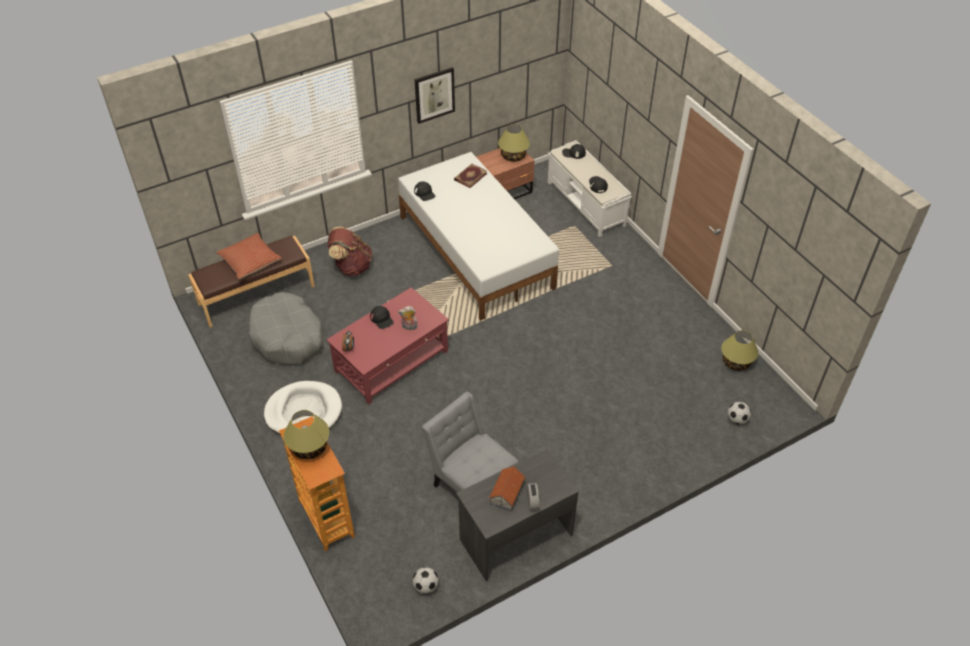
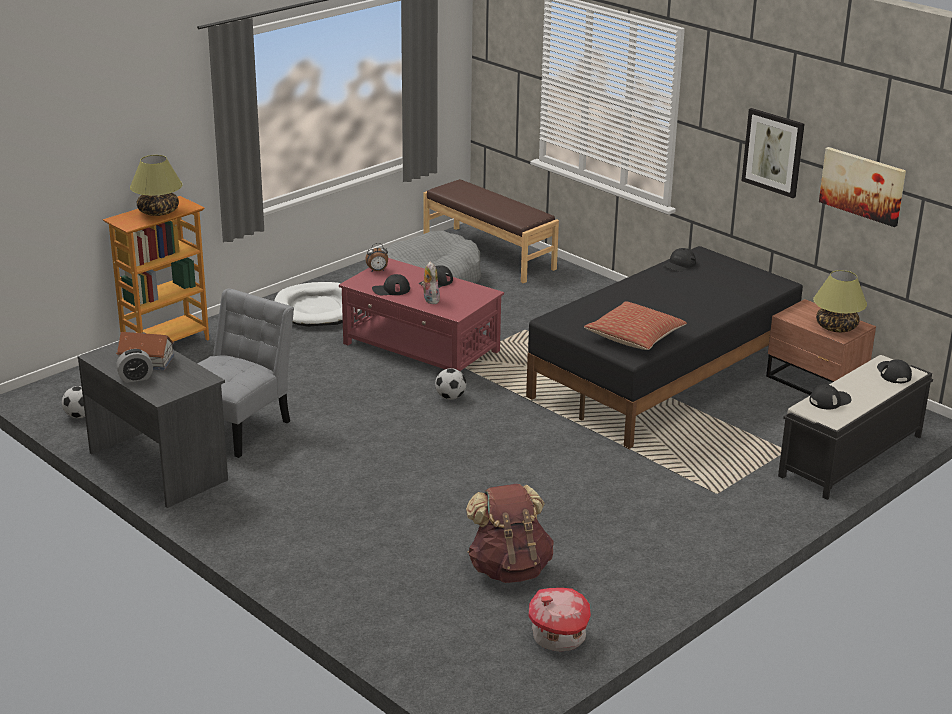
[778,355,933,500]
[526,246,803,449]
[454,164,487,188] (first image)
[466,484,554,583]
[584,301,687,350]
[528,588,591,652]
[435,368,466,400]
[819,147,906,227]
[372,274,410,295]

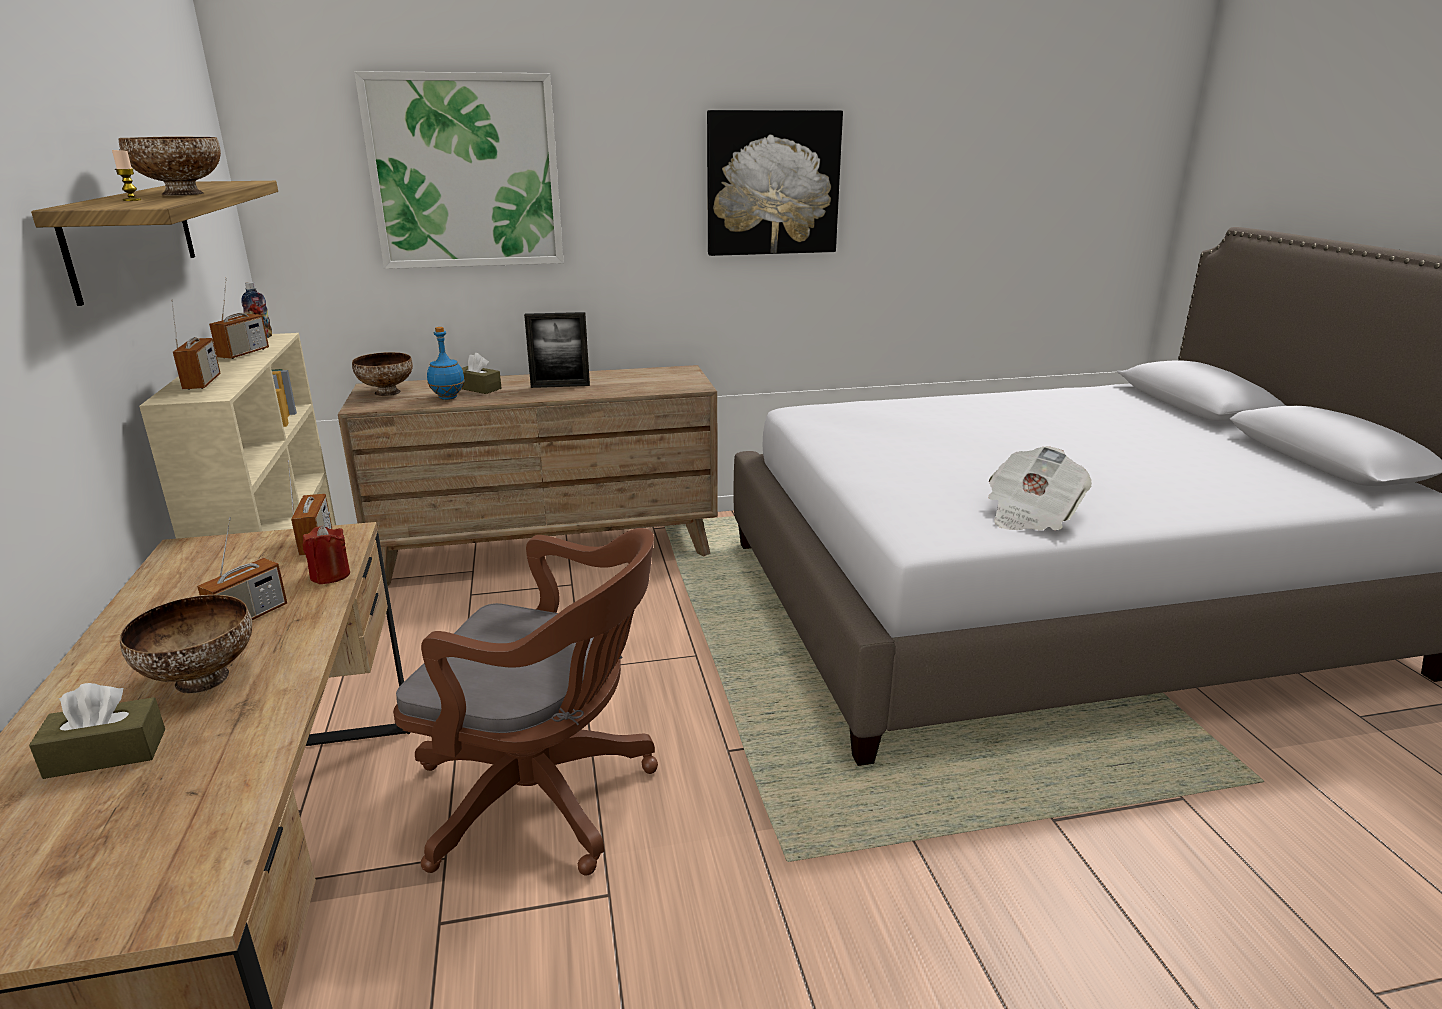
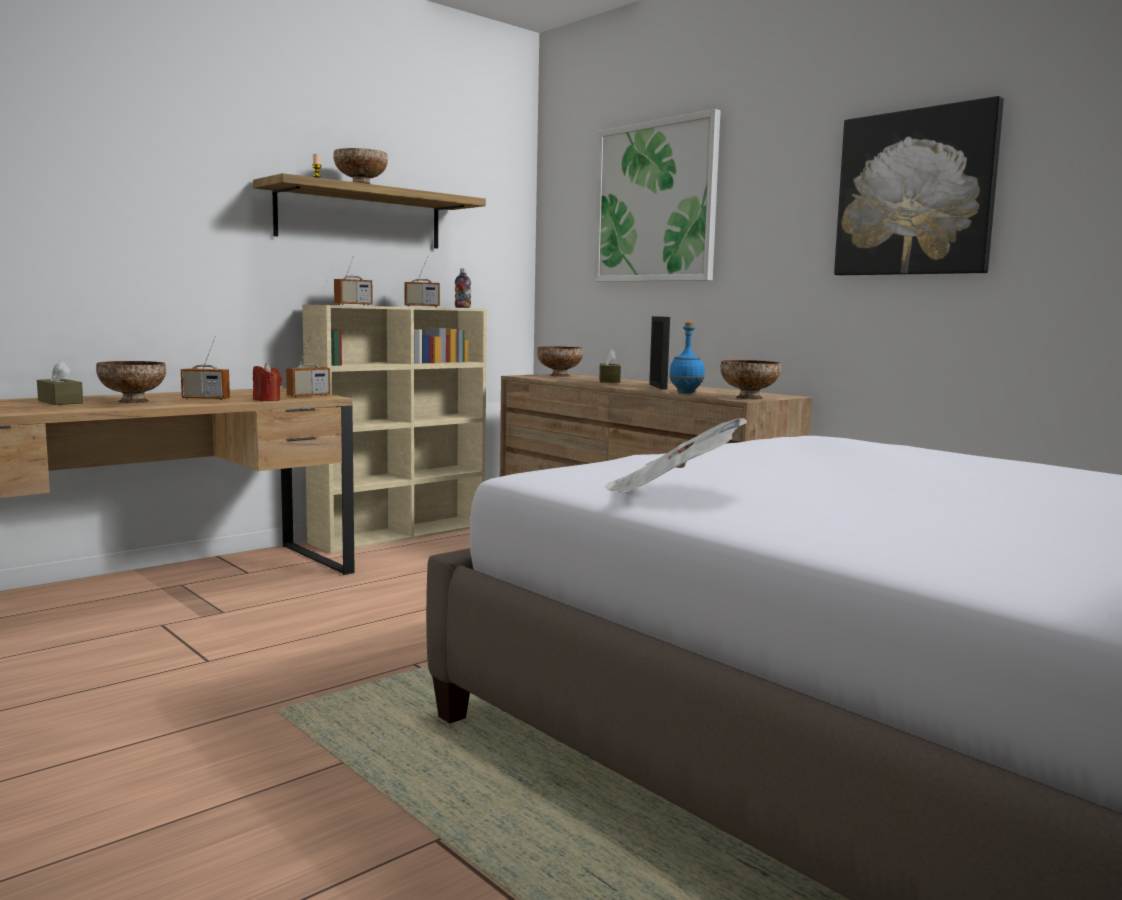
[649,316,670,389]
[669,322,705,393]
[393,528,658,876] (first image)
[721,360,781,399]

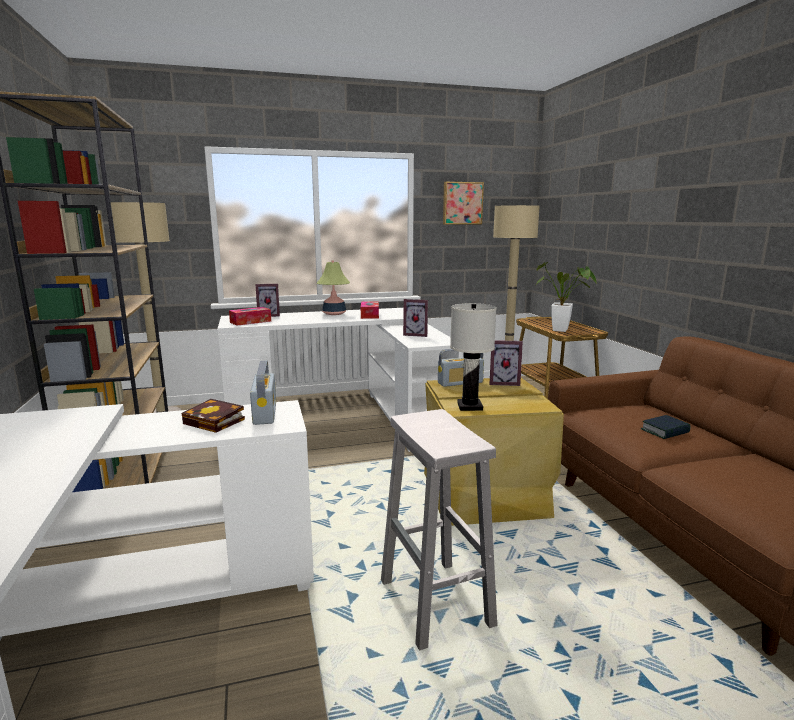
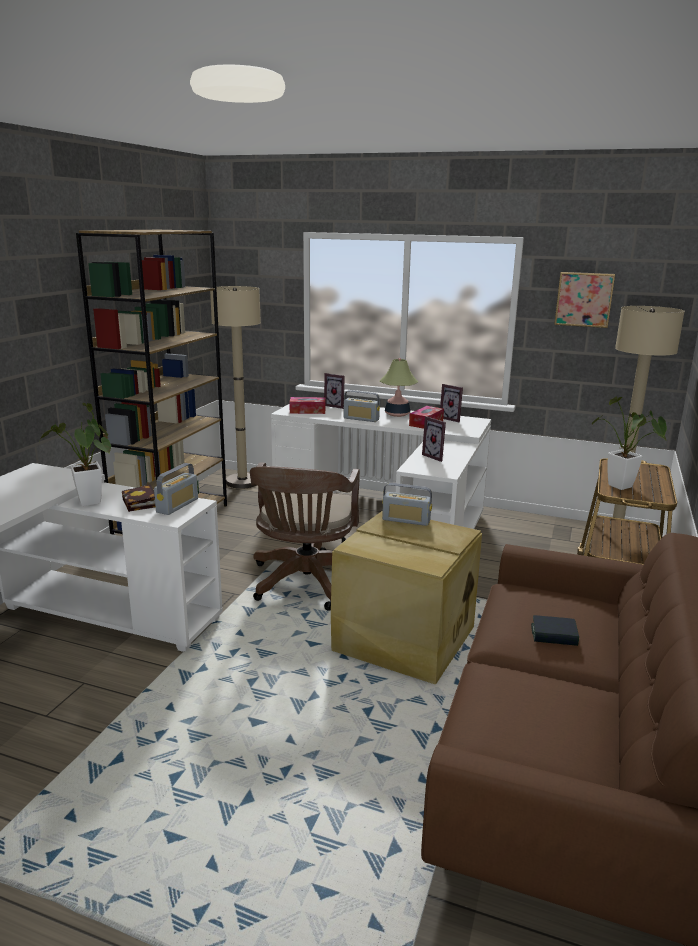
[450,303,497,411] (first image)
[440,384,463,422]
[381,409,497,651] (first image)
[344,390,380,422]
[40,403,111,506]
[250,462,360,611]

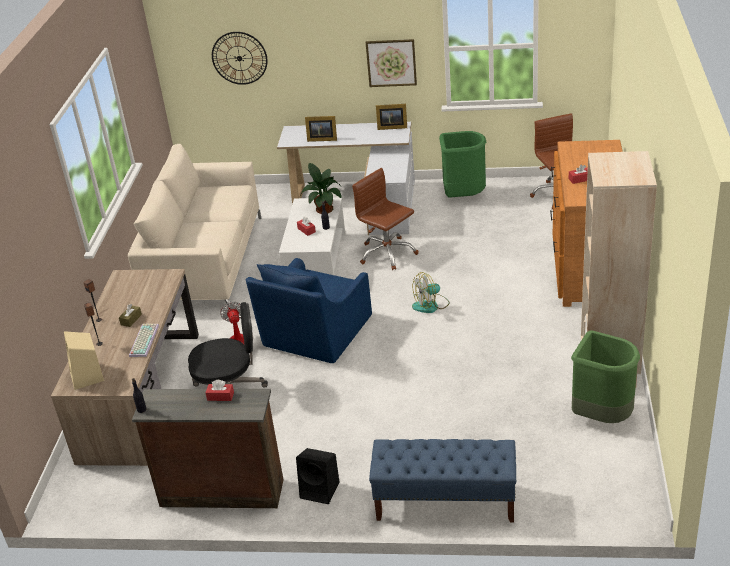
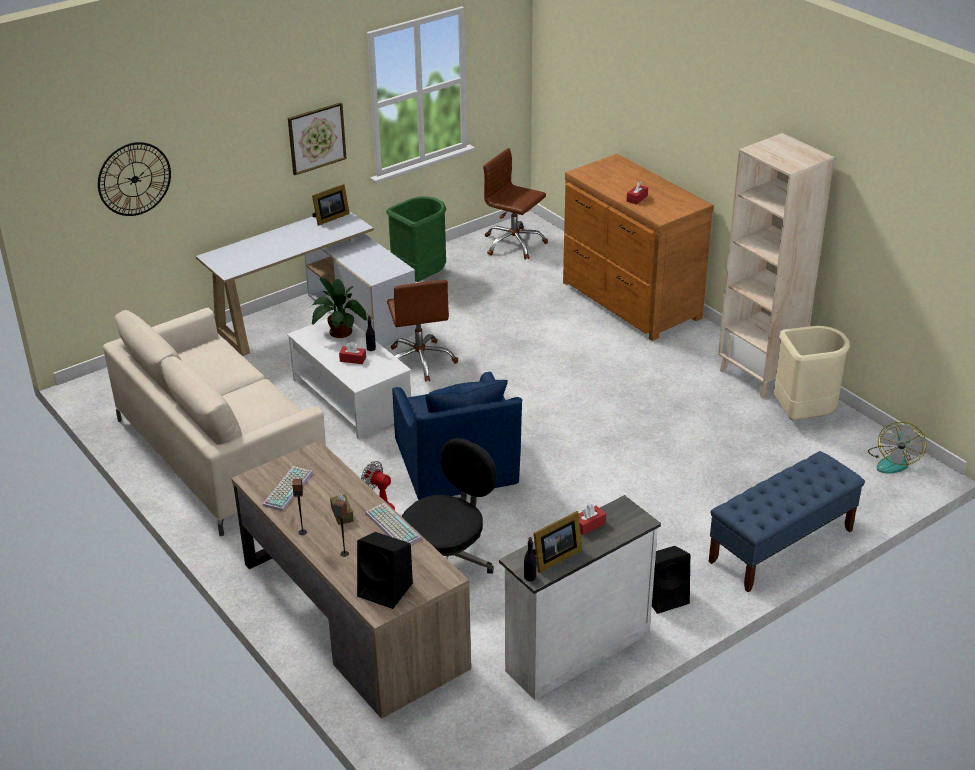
[533,511,582,573]
[387,280,458,382]
[868,422,927,474]
[357,532,413,609]
[774,326,850,420]
[499,495,661,700]
[263,466,313,511]

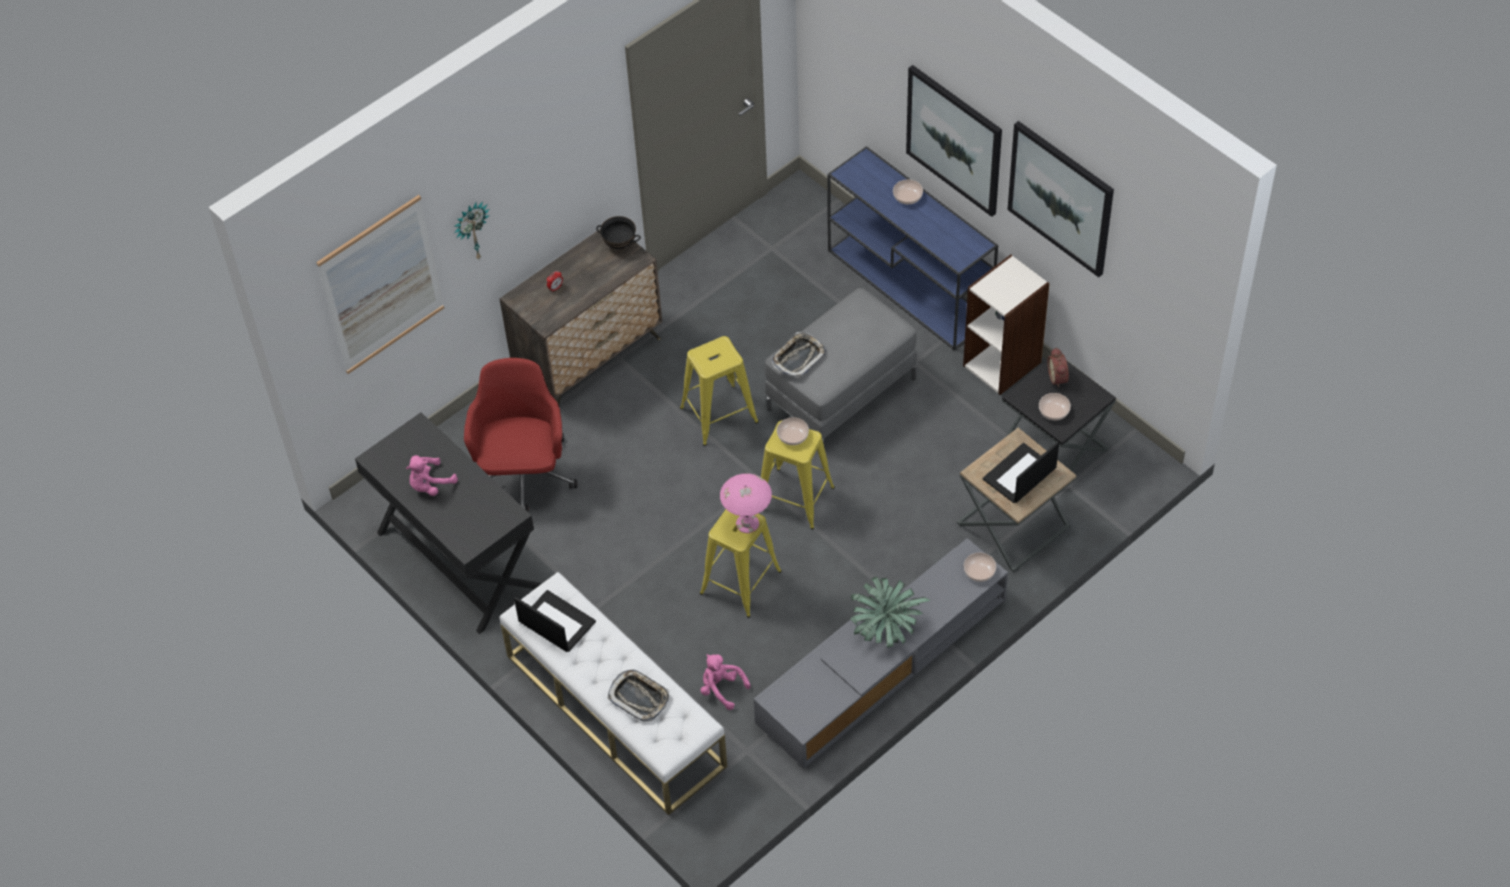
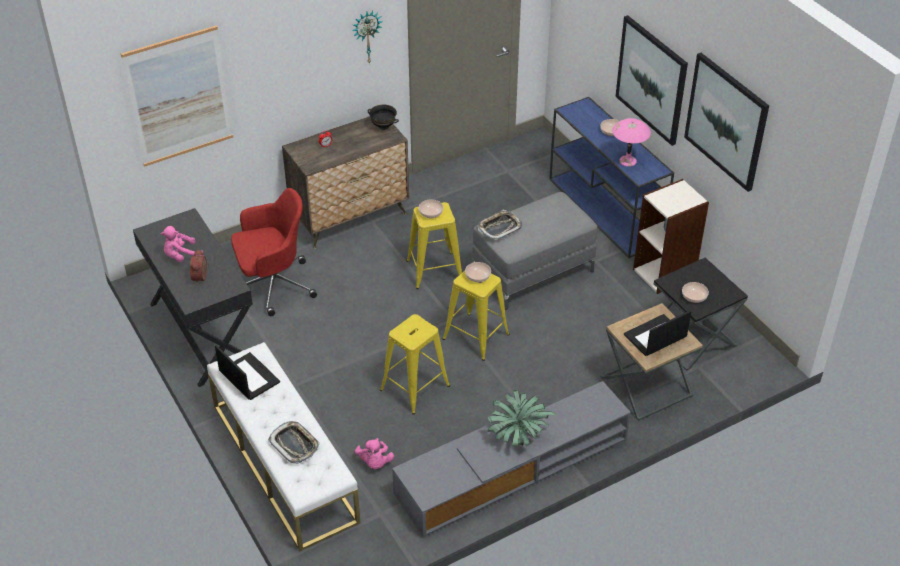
[353,11,383,65]
[190,249,209,283]
[231,188,317,316]
[612,118,651,167]
[419,200,443,218]
[355,438,394,469]

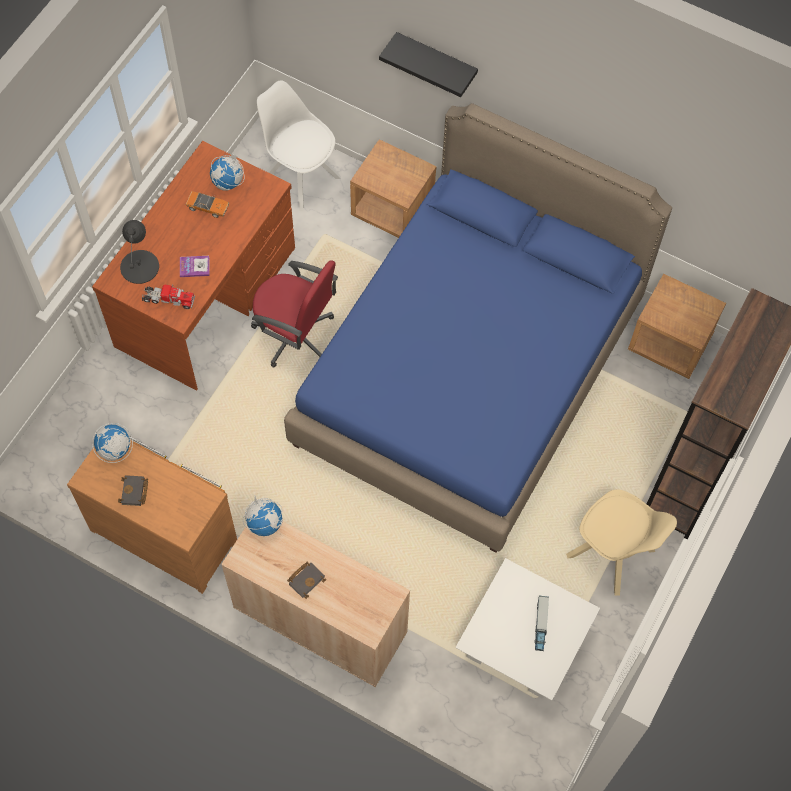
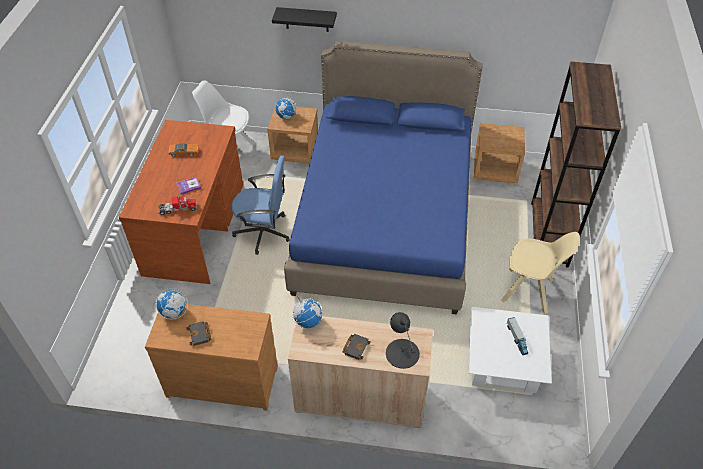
[276,92,297,119]
[386,312,420,369]
[231,155,290,255]

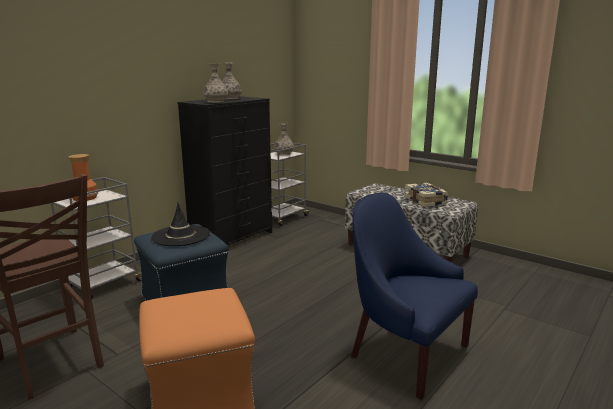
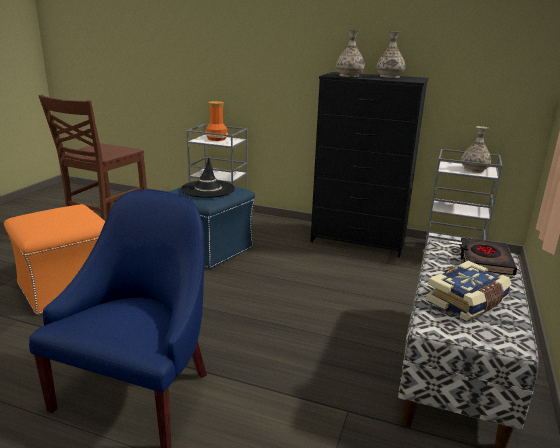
[460,238,518,276]

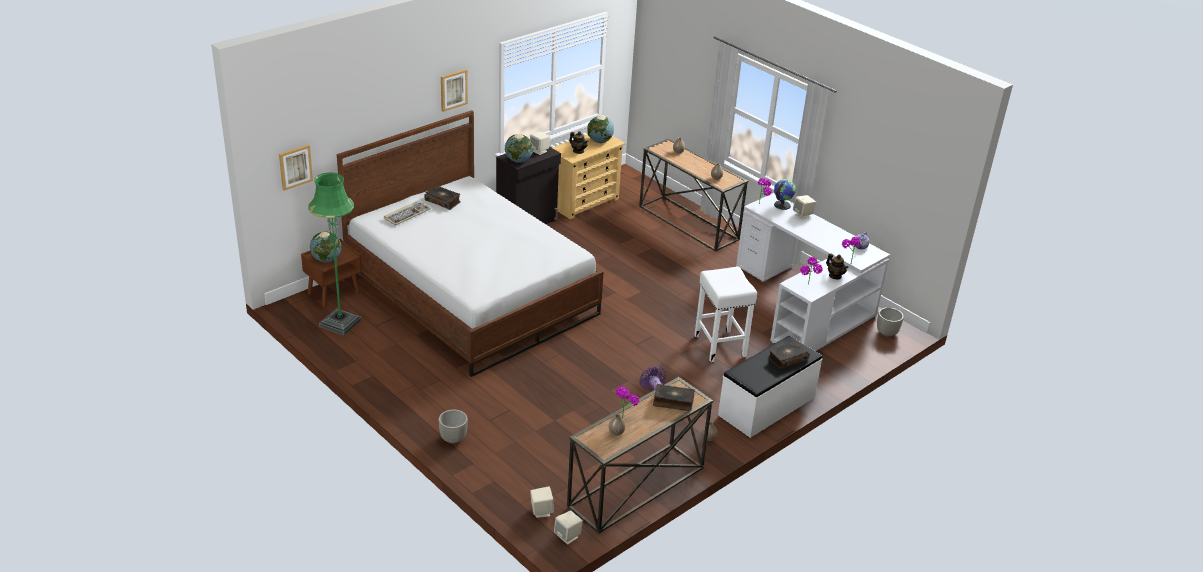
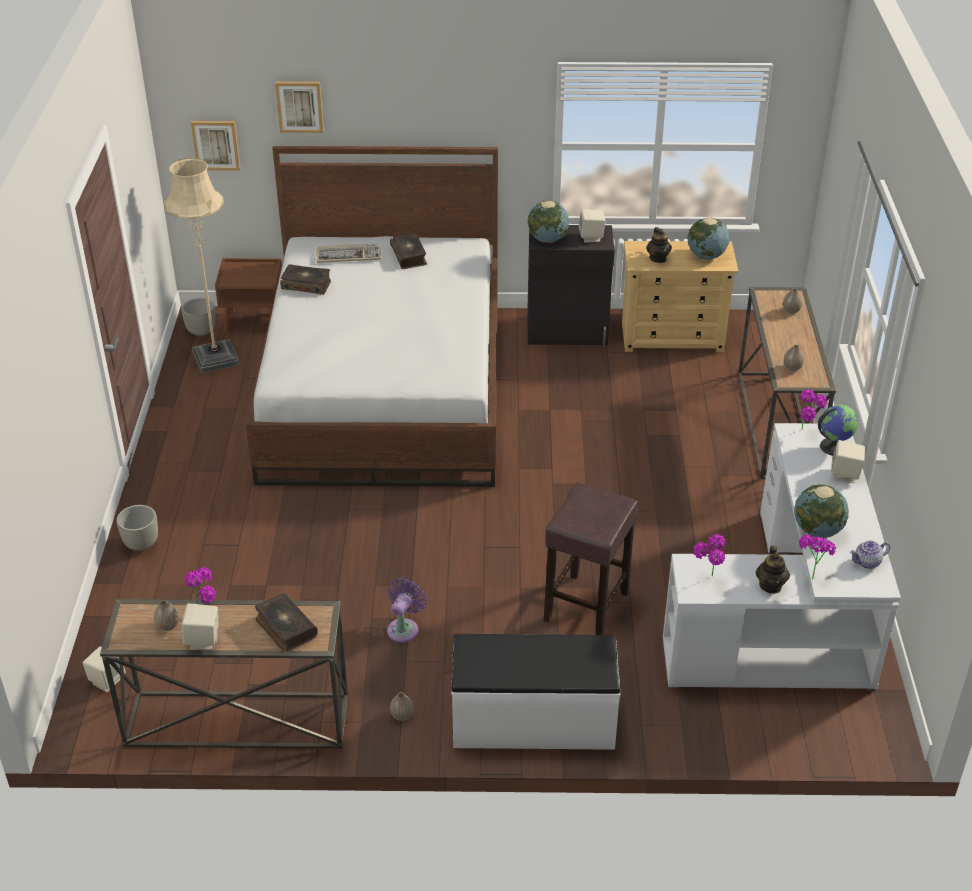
[275,82,324,133]
[164,158,239,373]
[794,484,849,538]
[544,482,639,635]
[181,298,215,336]
[280,264,331,295]
[182,603,219,650]

